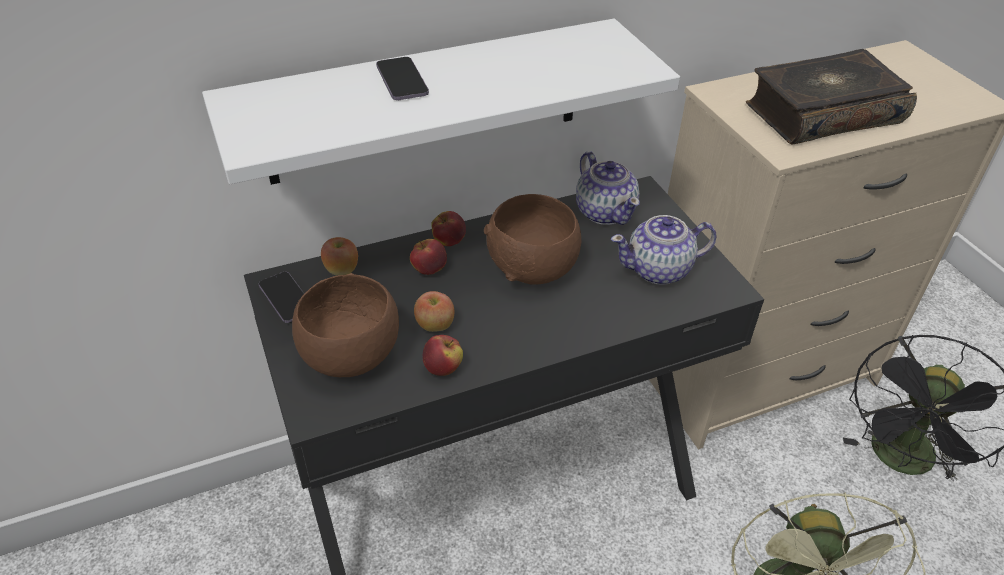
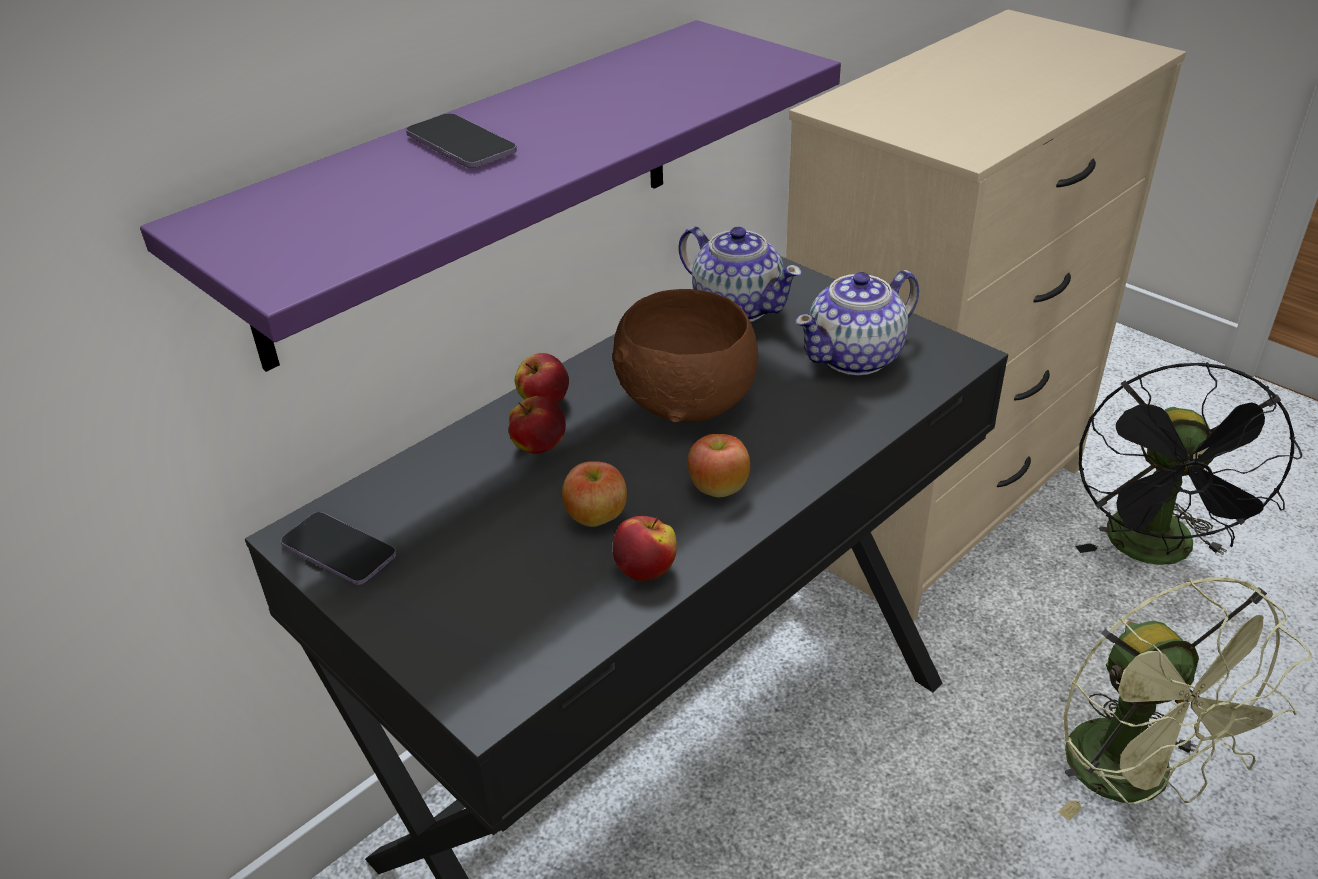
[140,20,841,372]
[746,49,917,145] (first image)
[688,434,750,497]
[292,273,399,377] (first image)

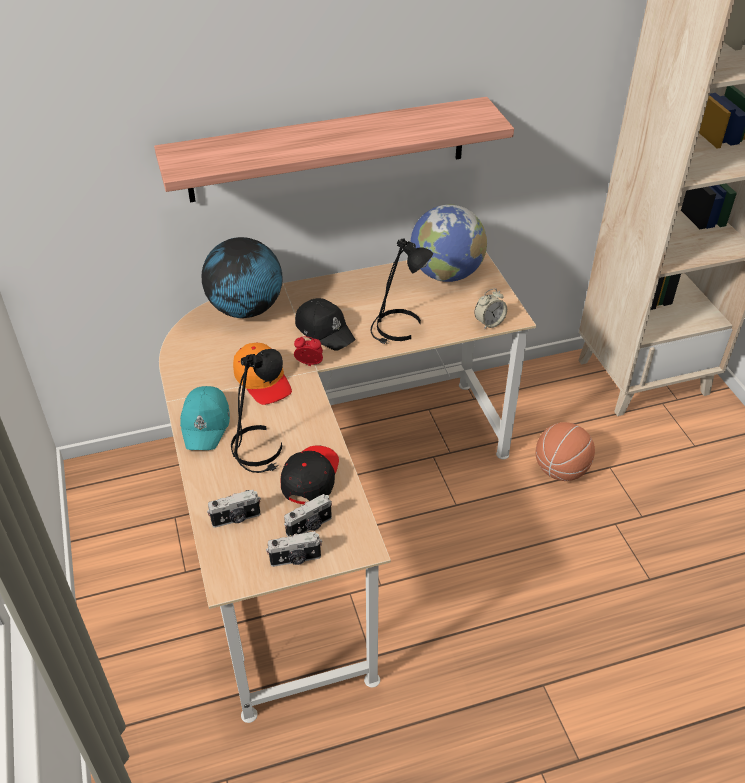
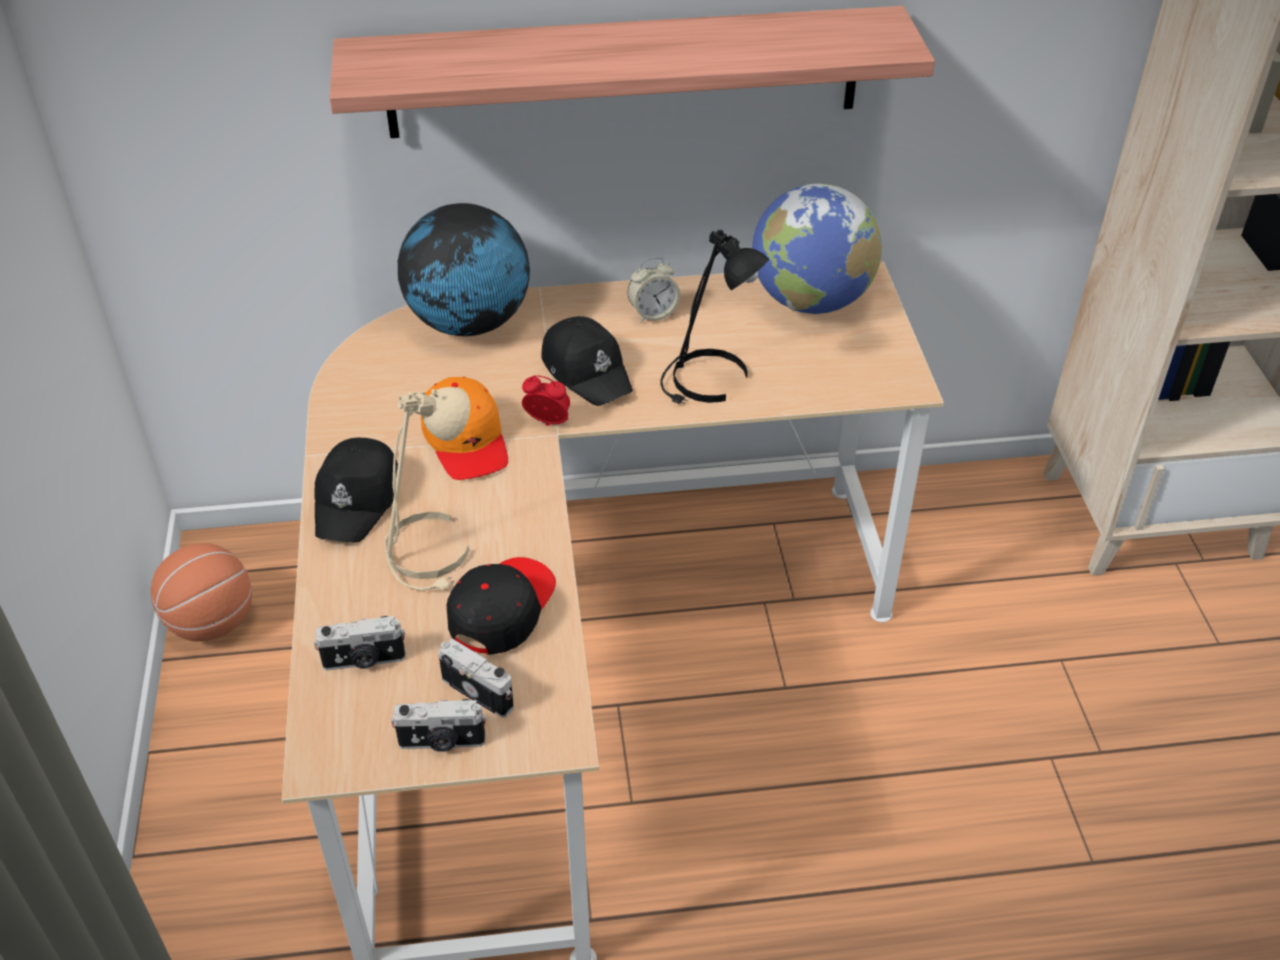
[628,257,680,323]
[385,387,470,590]
[314,438,398,542]
[151,543,252,642]
[438,639,514,718]

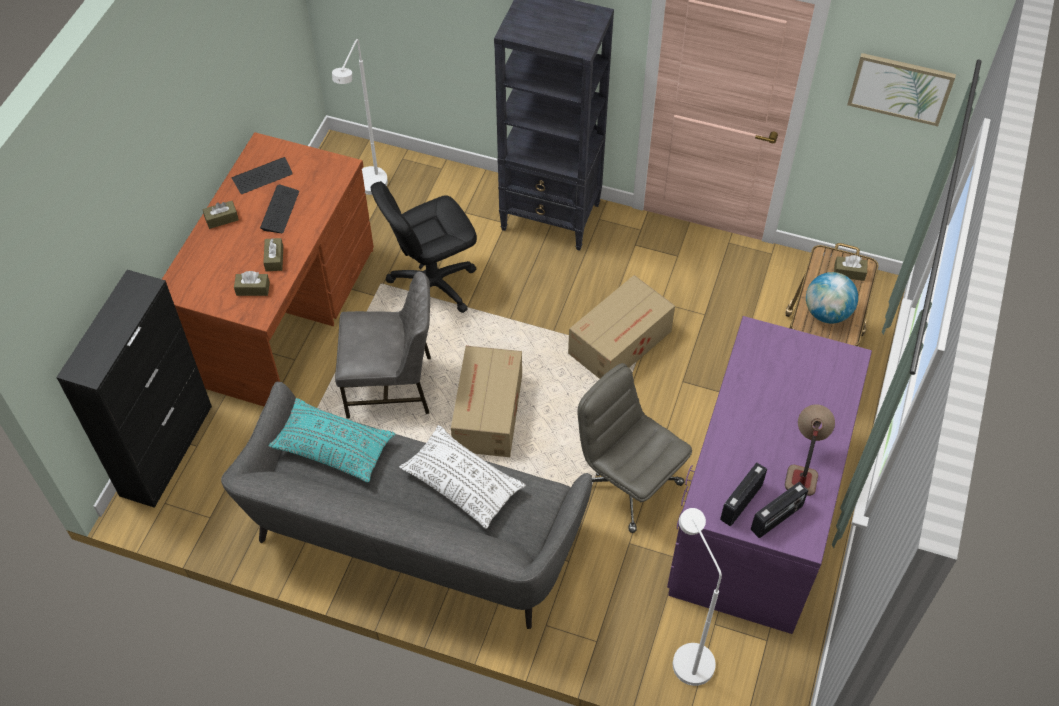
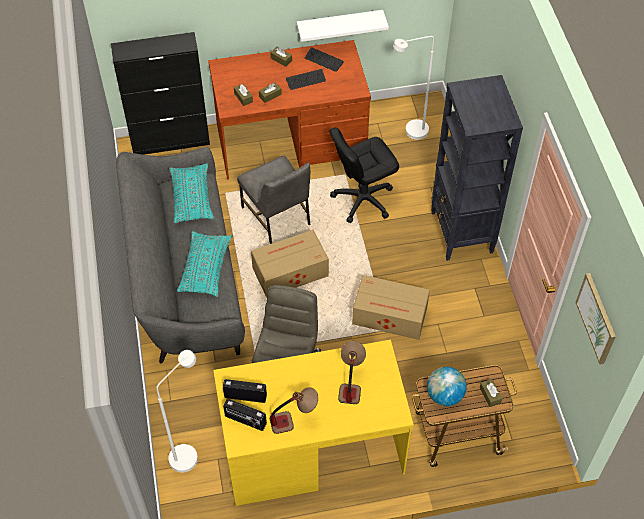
[330,127,399,223]
[213,340,414,506]
[177,231,231,297]
[297,10,389,42]
[338,341,366,404]

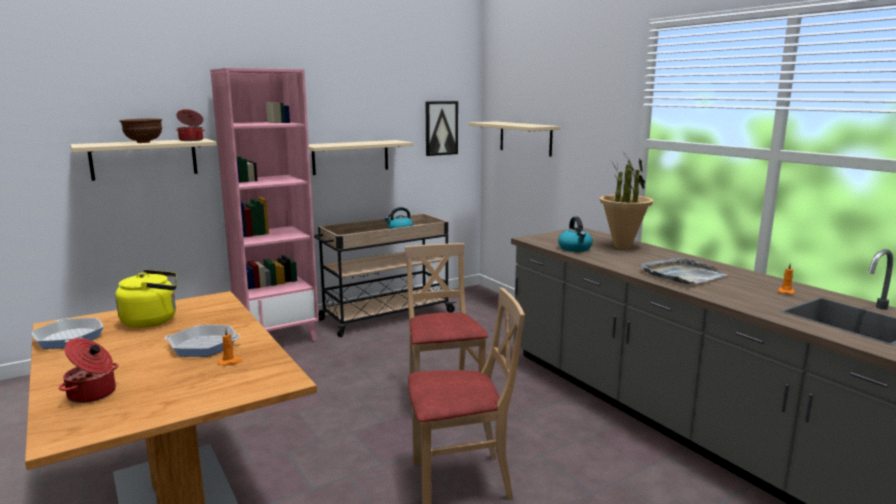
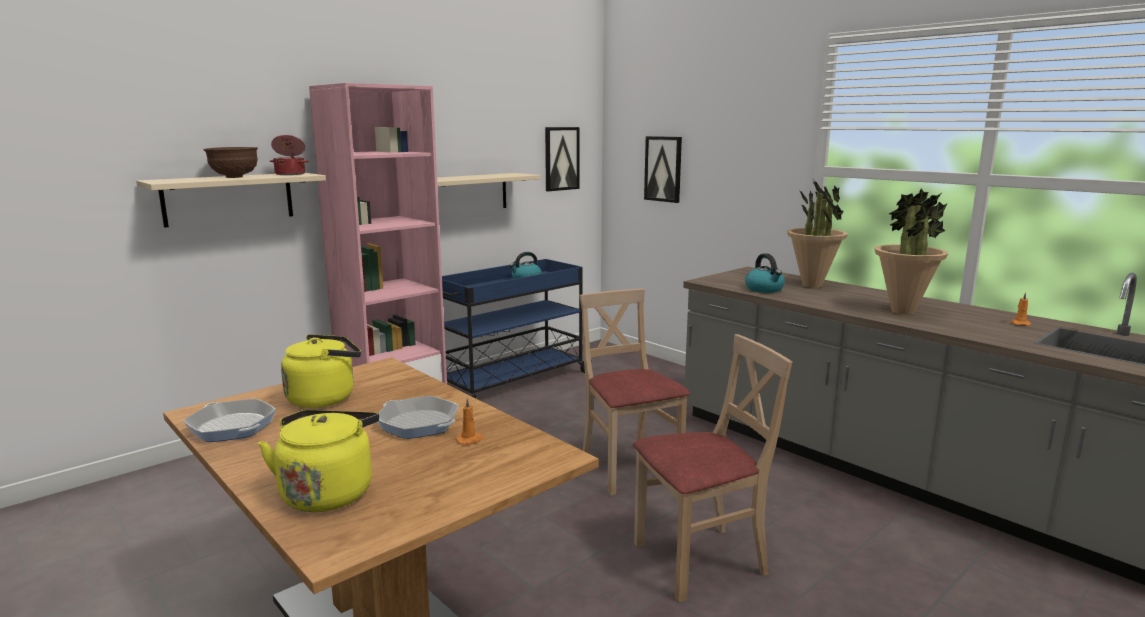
[644,136,682,203]
[442,259,592,398]
[874,189,949,315]
[377,396,459,439]
[258,410,379,512]

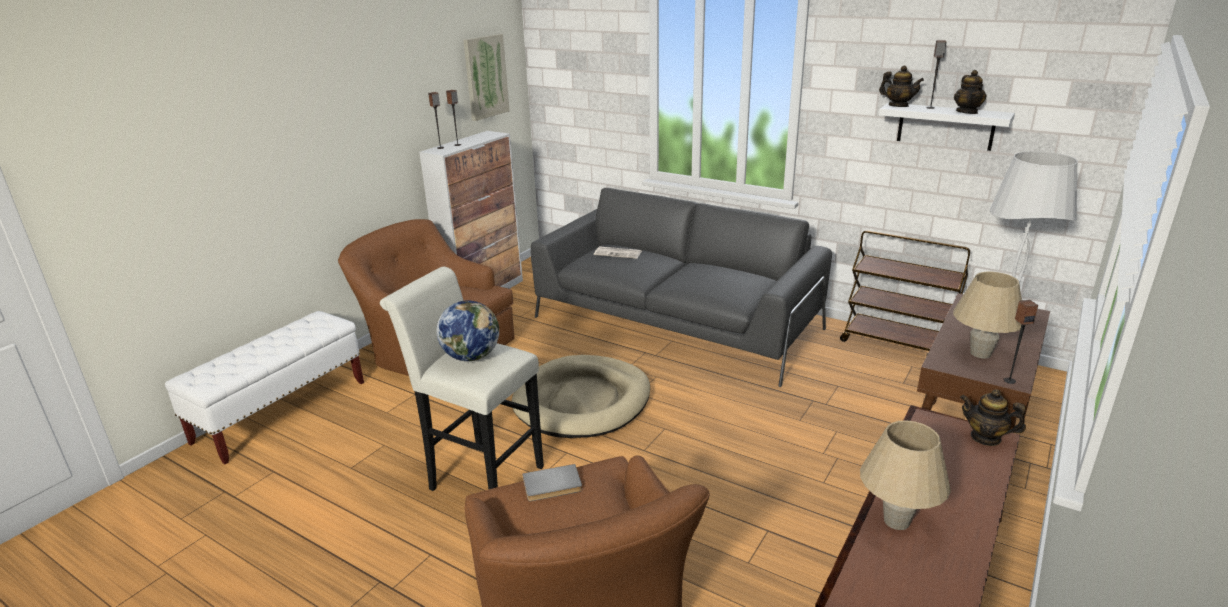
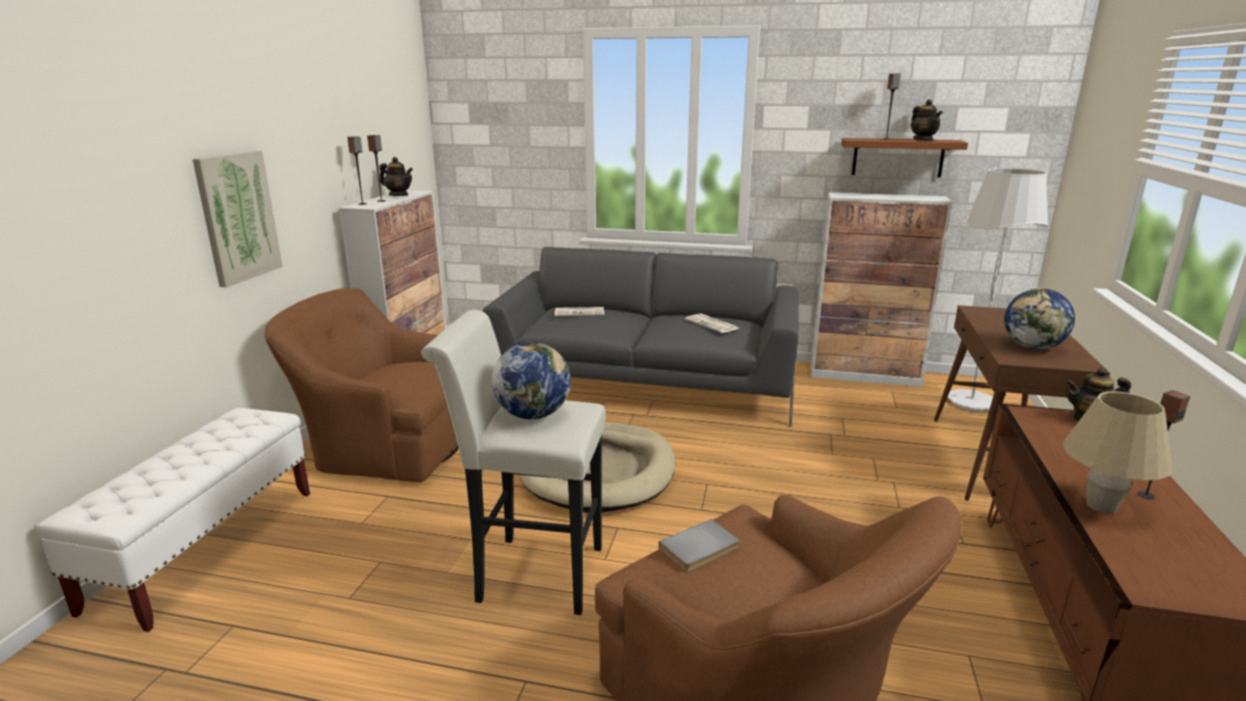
[193,151,283,287]
[379,157,413,196]
[841,138,968,177]
[811,192,952,387]
[1004,288,1075,350]
[1137,390,1190,500]
[685,313,739,333]

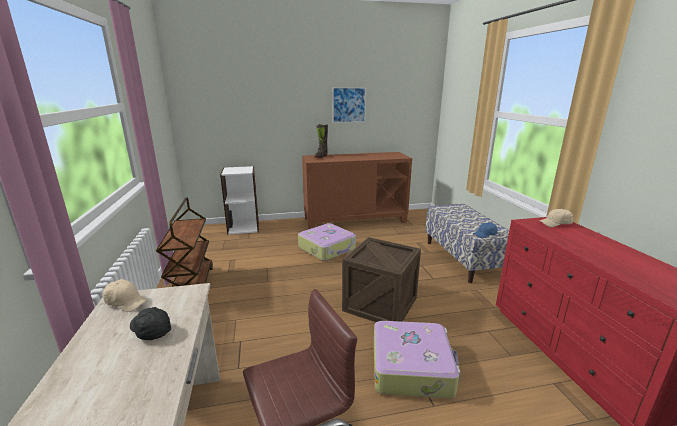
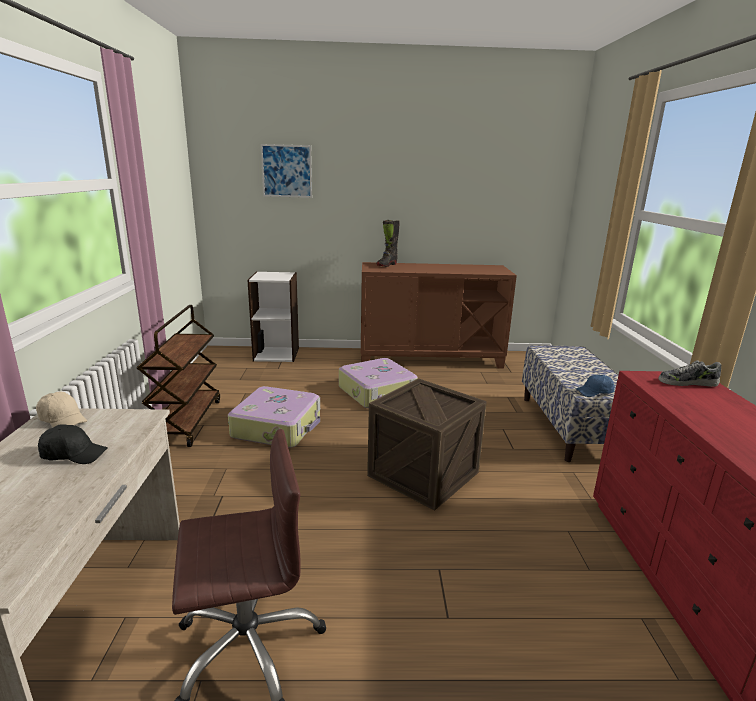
[261,144,312,198]
[658,360,721,387]
[38,424,108,464]
[228,386,320,448]

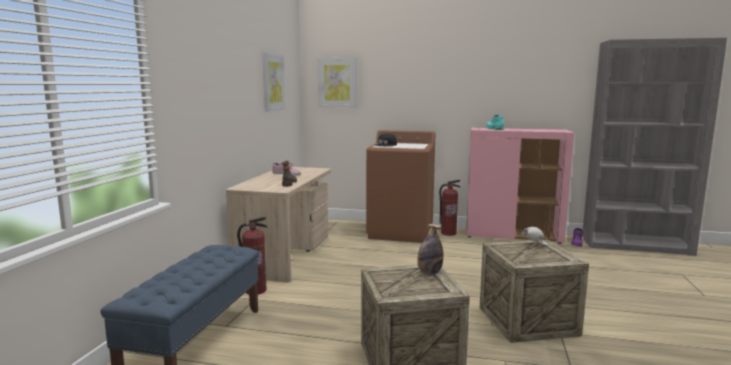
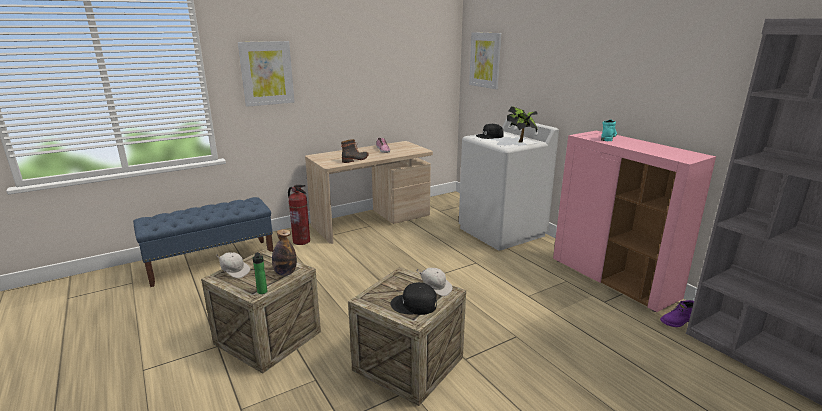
[237,41,295,107]
[459,119,559,251]
[439,180,461,236] (first image)
[507,106,538,143]
[216,252,250,278]
[253,252,267,294]
[390,282,437,315]

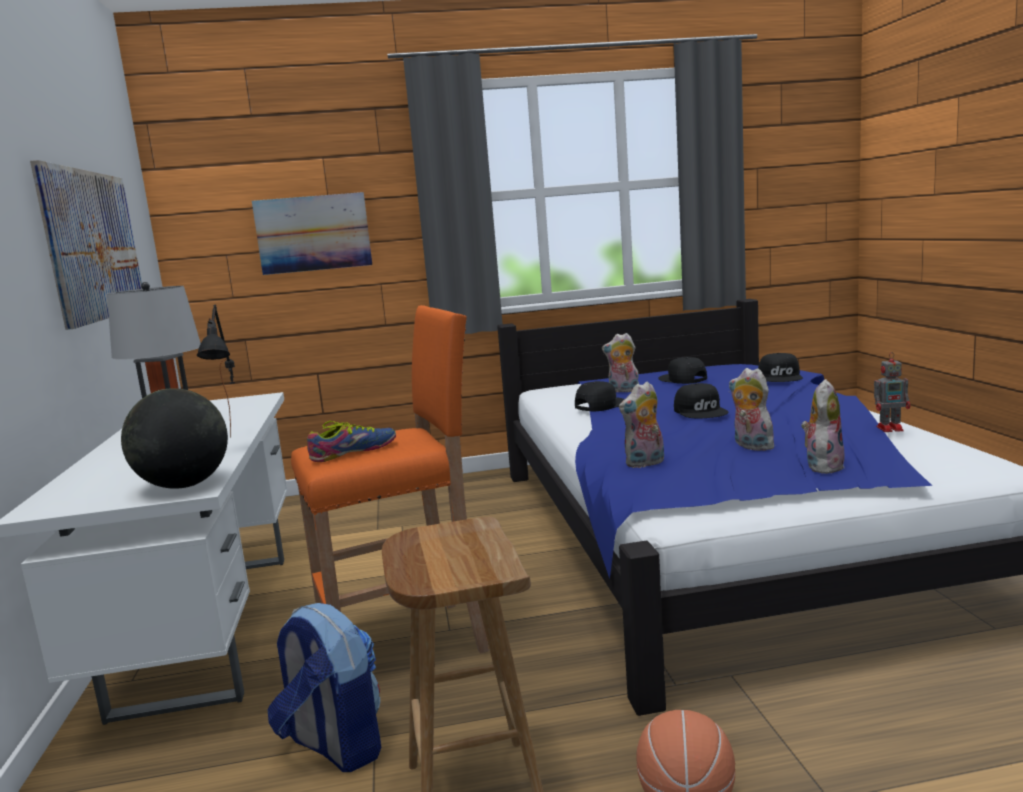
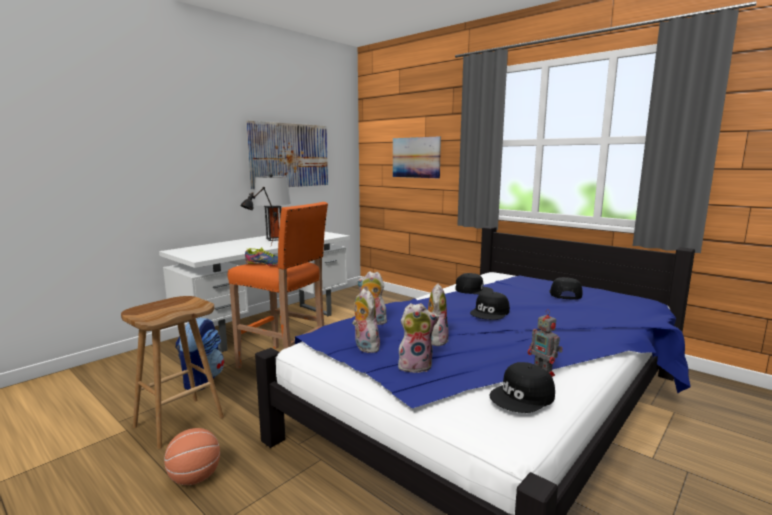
[352,289,380,353]
[489,362,555,413]
[121,388,228,489] (first image)

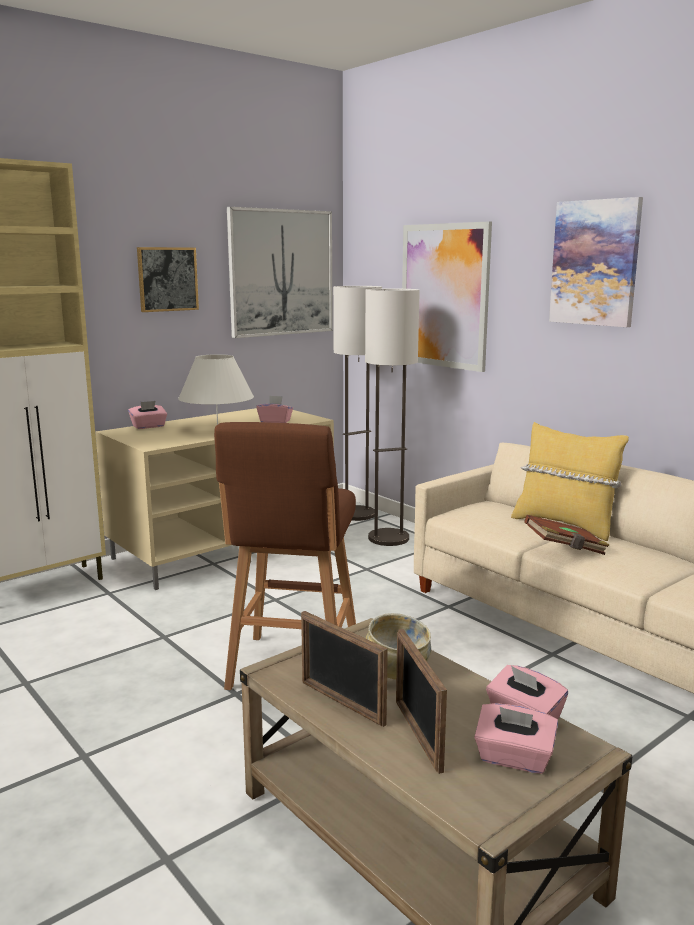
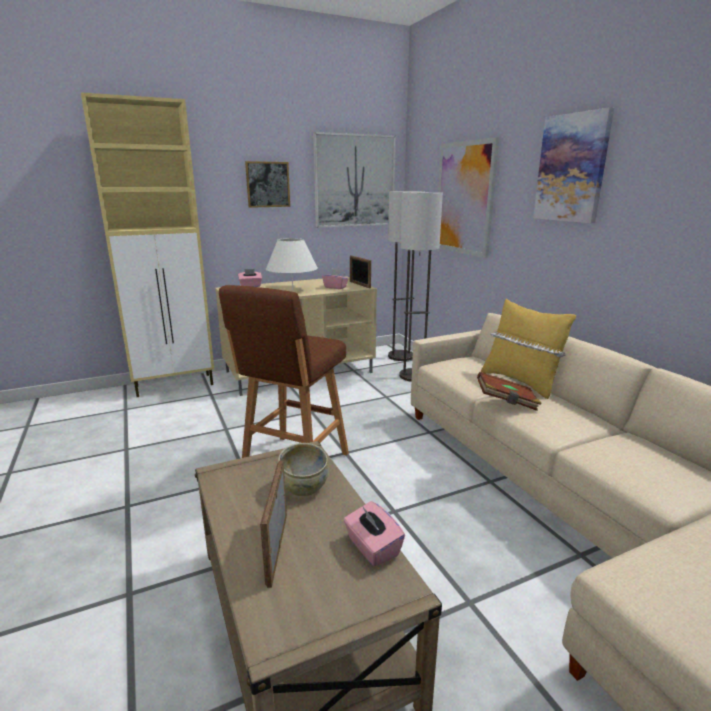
[350,255,371,288]
[474,703,558,774] (first image)

